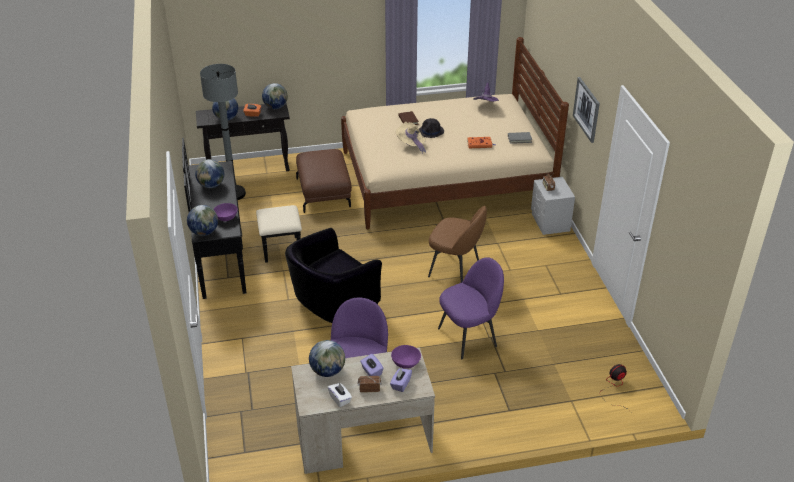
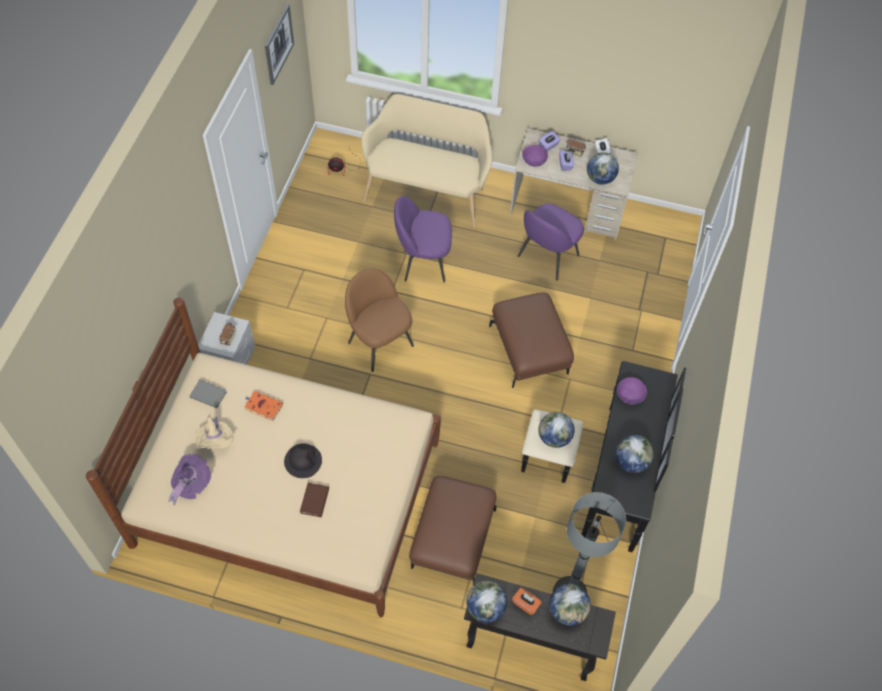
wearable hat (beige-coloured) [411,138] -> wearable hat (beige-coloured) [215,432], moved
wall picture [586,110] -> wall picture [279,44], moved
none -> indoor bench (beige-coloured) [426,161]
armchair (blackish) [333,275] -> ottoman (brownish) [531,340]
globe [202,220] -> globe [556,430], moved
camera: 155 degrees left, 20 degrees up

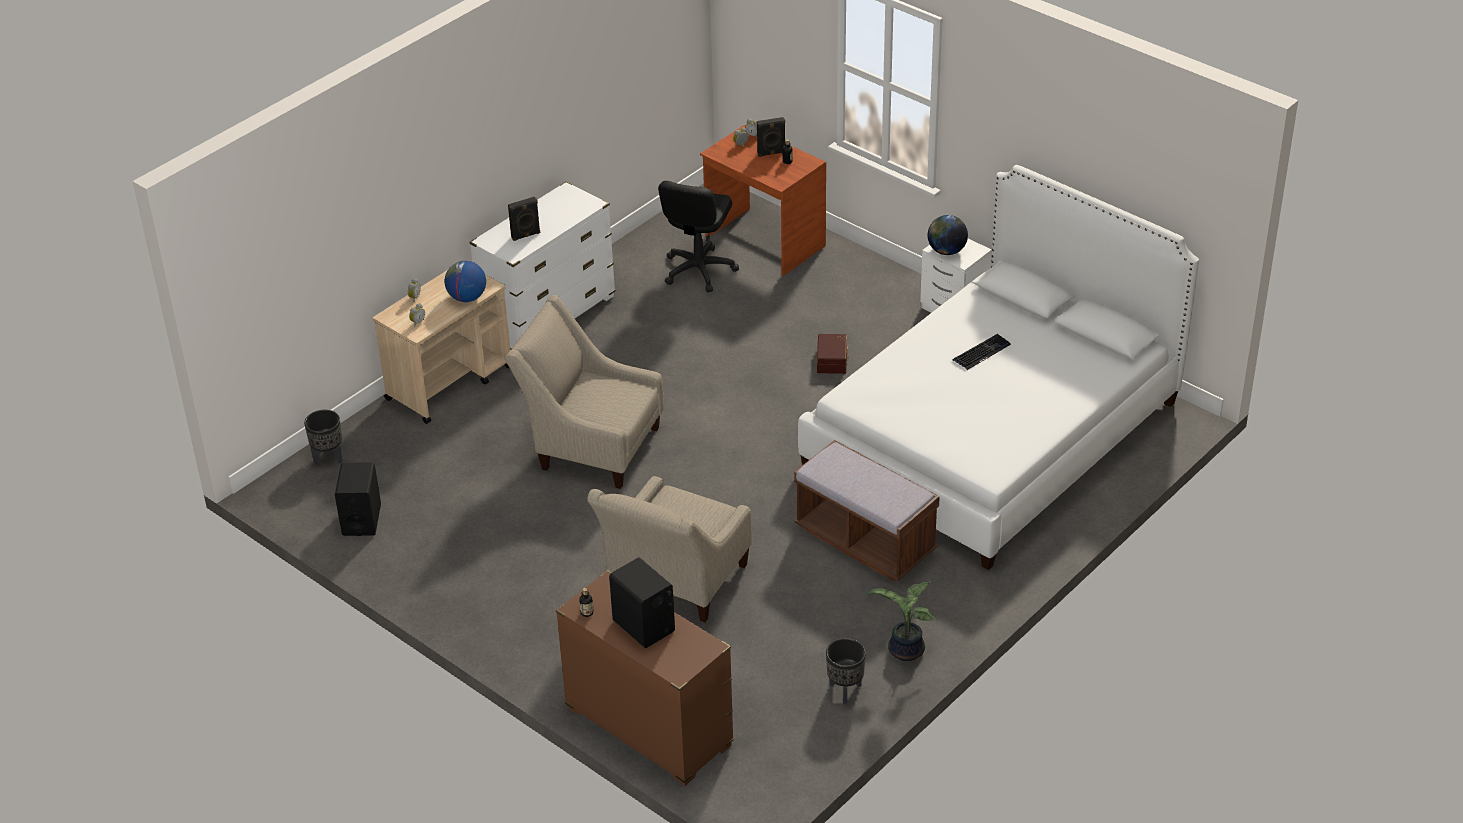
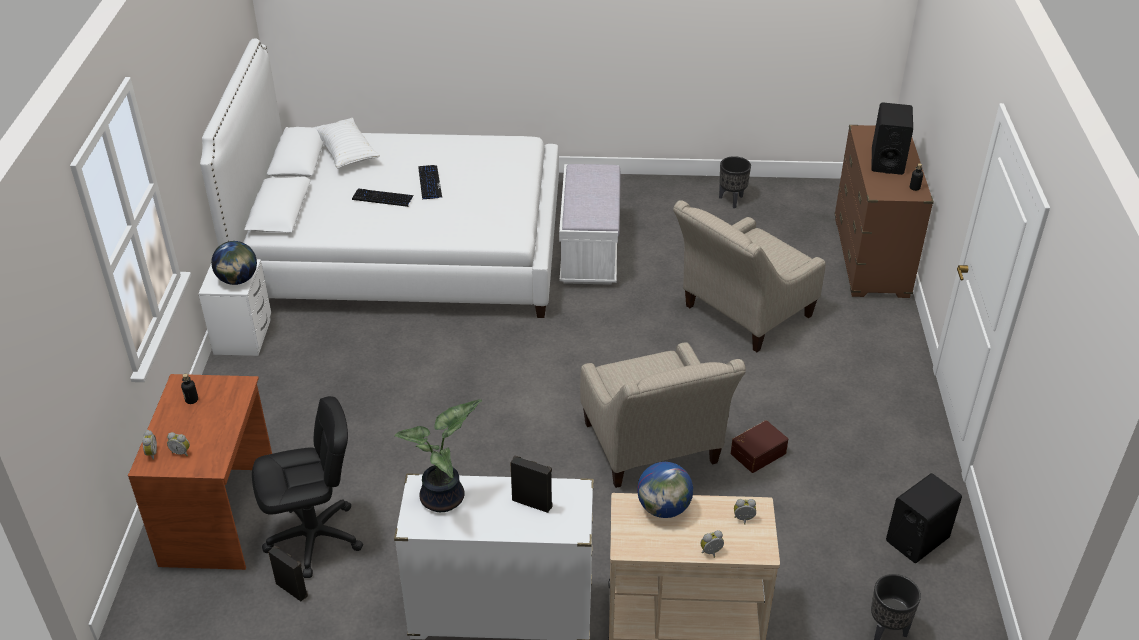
loudspeaker (blackish) [771,137] -> loudspeaker (blackish) [288,573], moved
none -> cushion (whitish) [346,143]
houseplant [902,621] -> houseplant [438,455], moved
none -> computer keyboard [430,182]
indoor bench (brownish) [867,510] -> indoor bench (whitish) [589,224]
armchair (beige-coloured) [669,549] -> armchair (beige-coloured) [749,276], 150 degrees clockwise
storage box (brownish) [833,354] -> storage box (brownish) [759,446], moved
camera: 130 degrees left, 0 degrees up

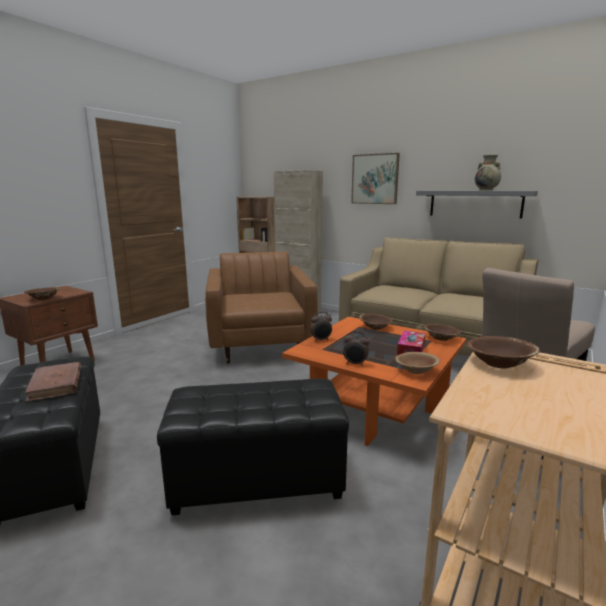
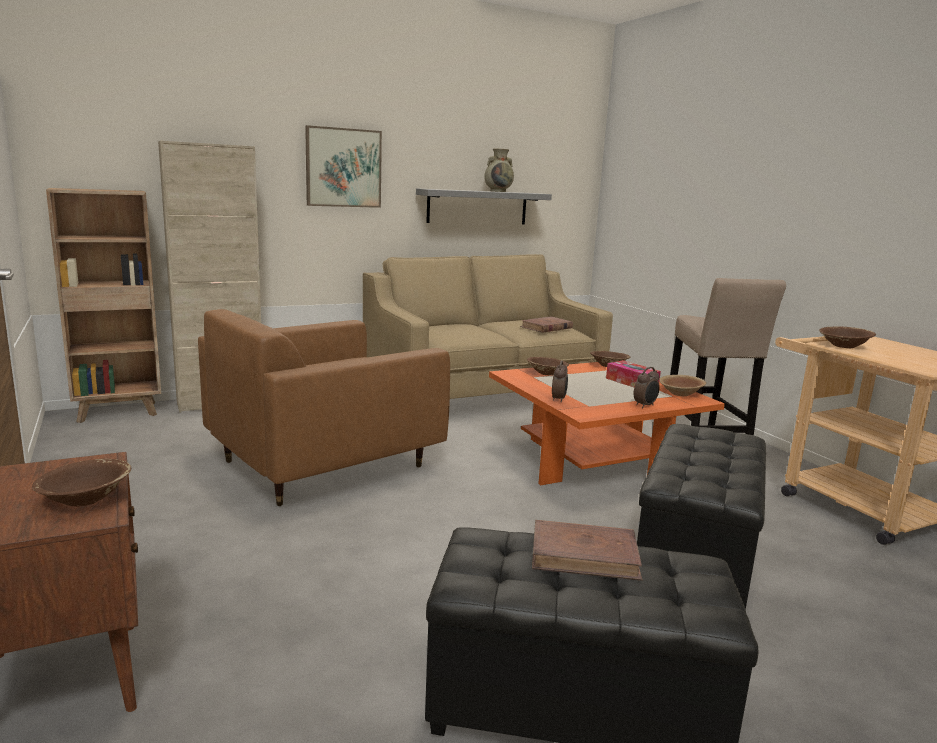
armchair (brownish) [261,307] -> armchair (brownish) [324,407], 60 degrees counterclockwise
none -> volume (brownish) [546,324]
camera: 60 degrees left, 0 degrees up

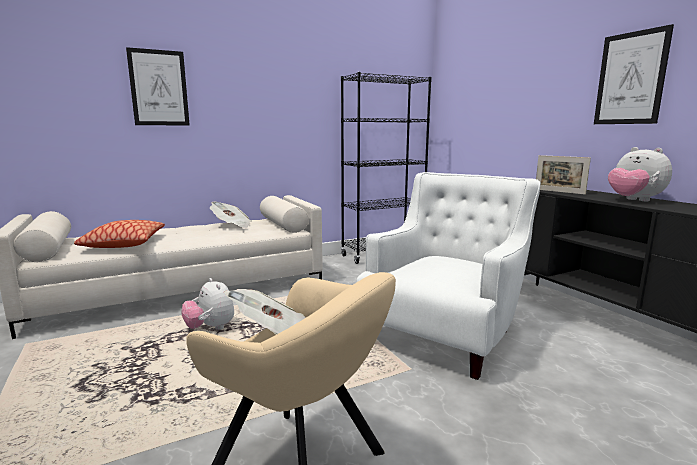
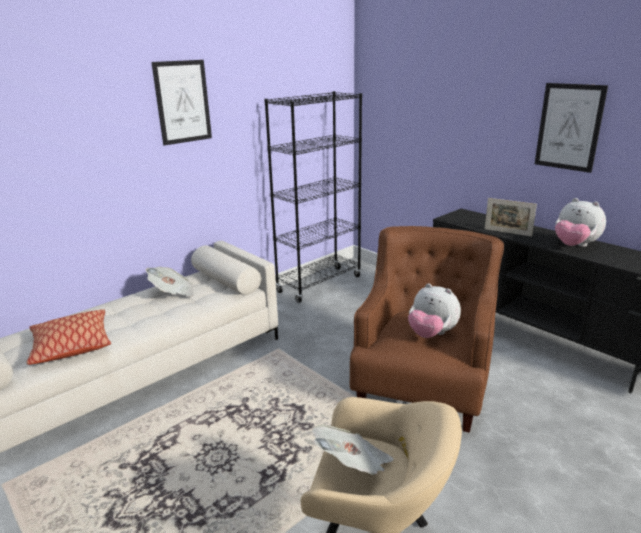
wall picture [158,86] -> wall picture [181,102], moved
armchair (whitish) [448,276] -> armchair (brownish) [427,329]
soft toy [208,304] -> soft toy [434,310], moved
camera: 15 degrees left, 10 degrees up

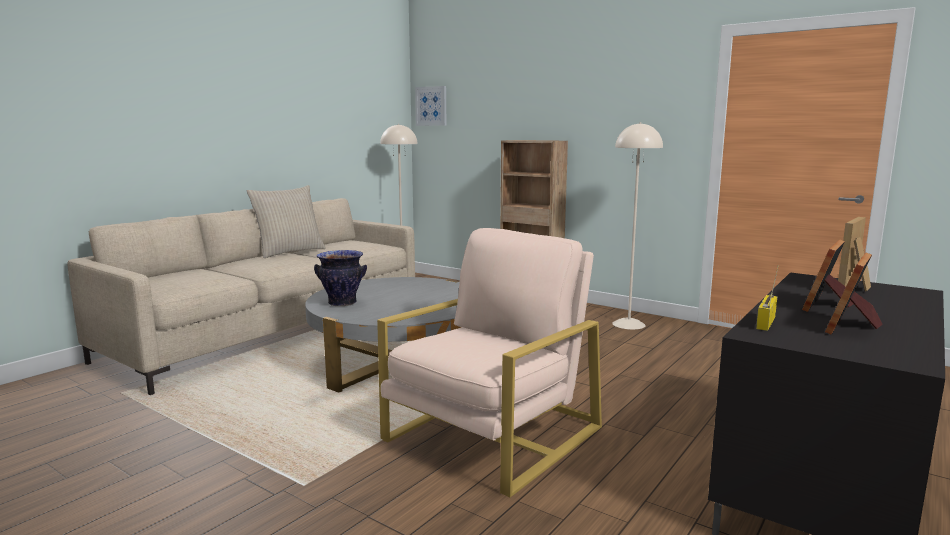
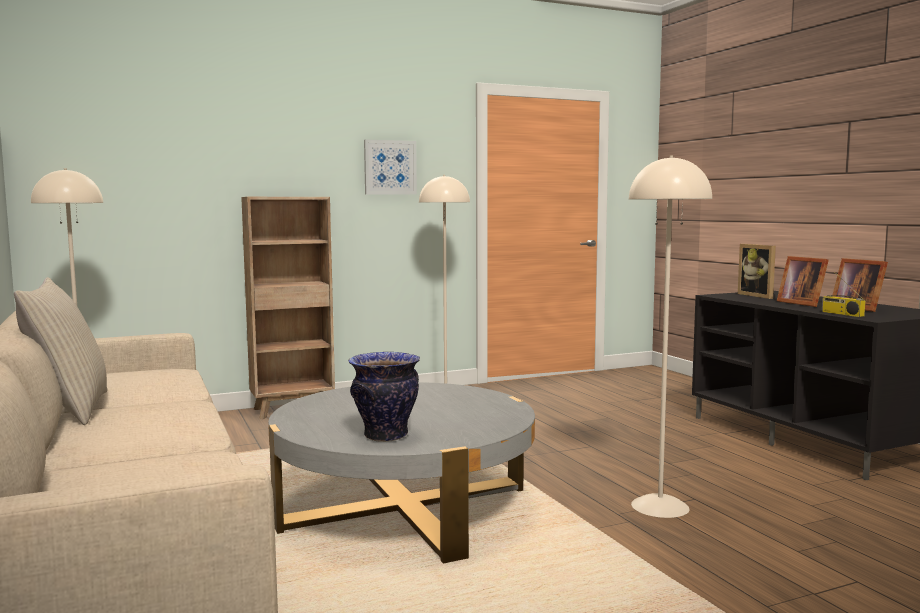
wall picture [430,106] -> wall picture [390,167], moved
armchair (beige-coloured) [489,362] -> floor lamp (beige-coloured) [670,336]
camera: 60 degrees left, 5 degrees down

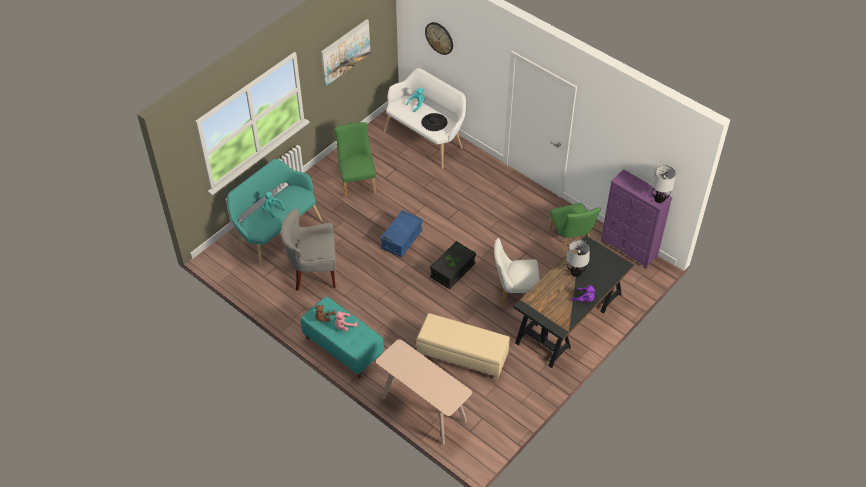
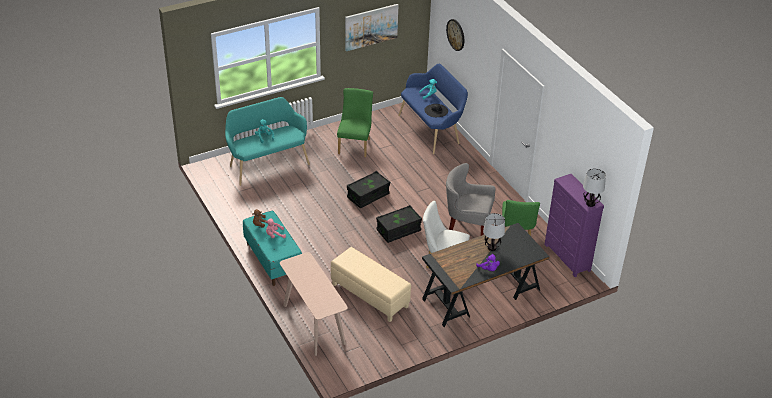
storage box (bluish) [401,233] -> storage box (blackish) [368,189]
indoor bench (whitish) [425,118] -> indoor bench (bluish) [433,109]
armchair (gray) [309,249] -> armchair (gray) [471,199], moved
camera: 20 degrees right, 10 degrees down

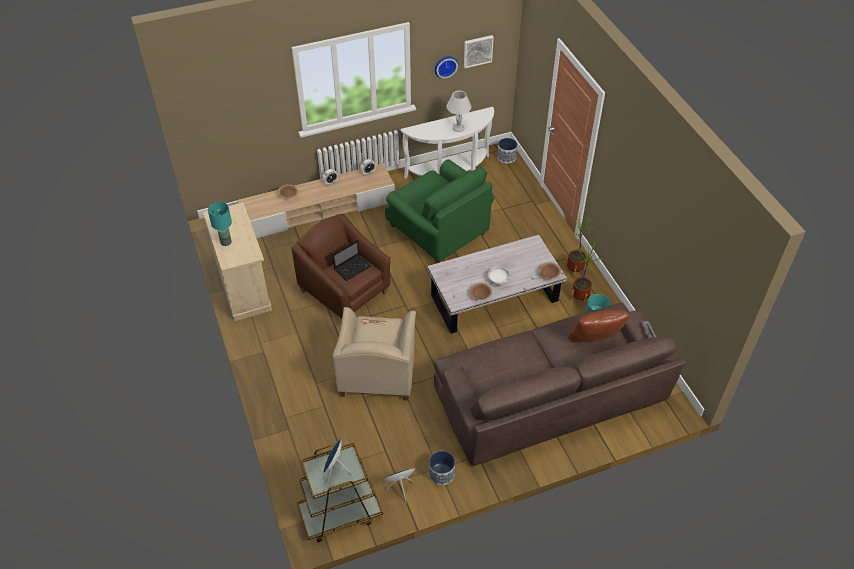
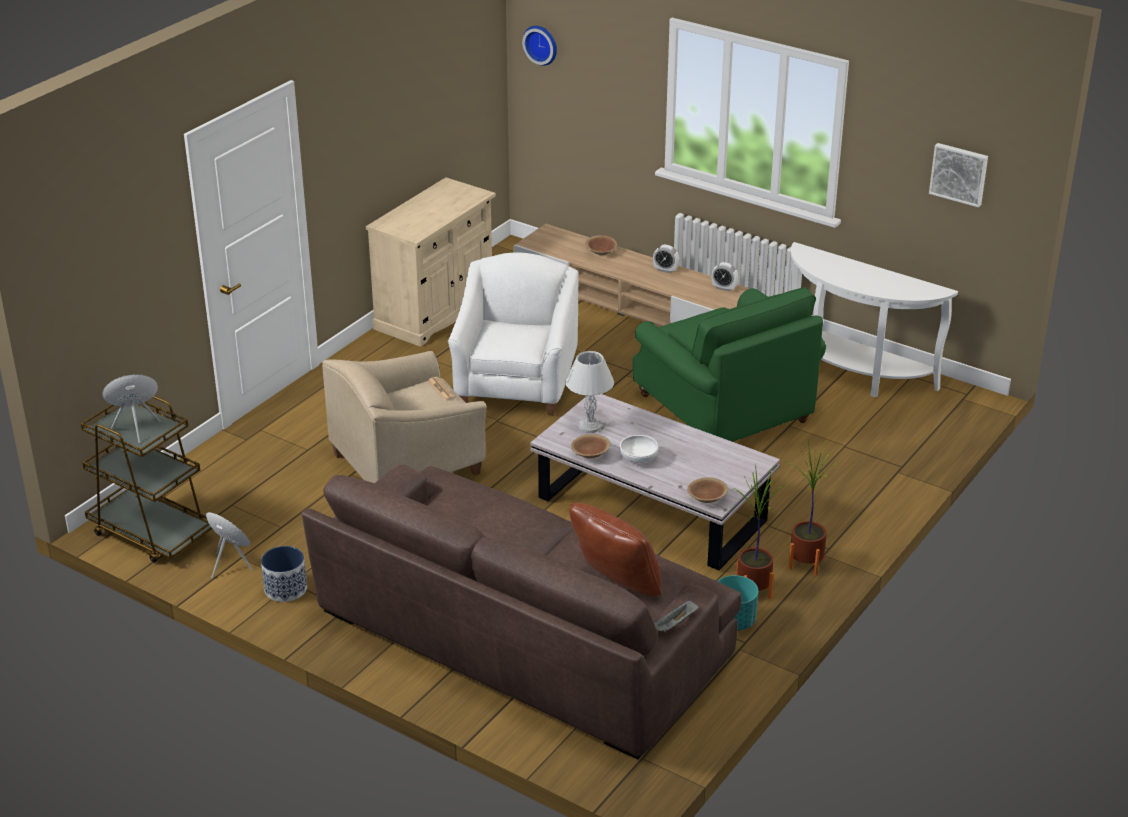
armchair (brownish) [341,265] -> armchair (whitish) [513,334]
hanging clock [446,67] -> hanging clock [539,46], moved
lamp for a table (whitish) [459,111] -> lamp for a table (whitish) [589,392], moved
armchair (greenish) [439,211] -> armchair (greenish) [729,364], 45 degrees counterclockwise
lamp for a table (turquoise) [220,224] -> none
laptop [352,260] -> none
flower pot [507,150] -> none
camera: 55 degrees right, 15 degrees down

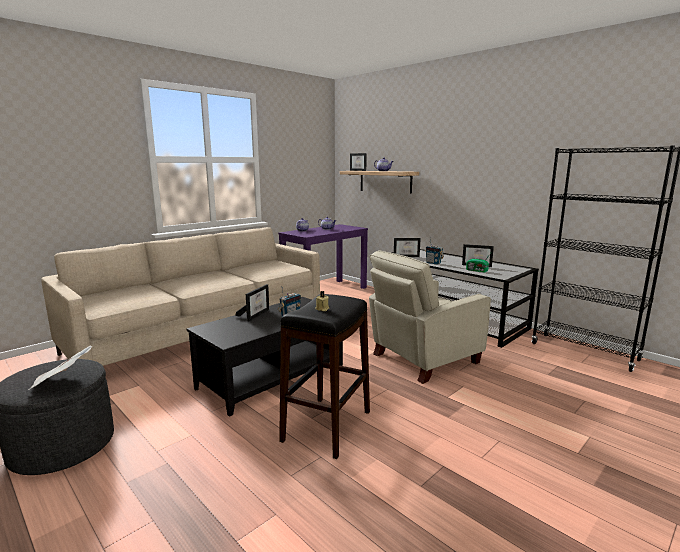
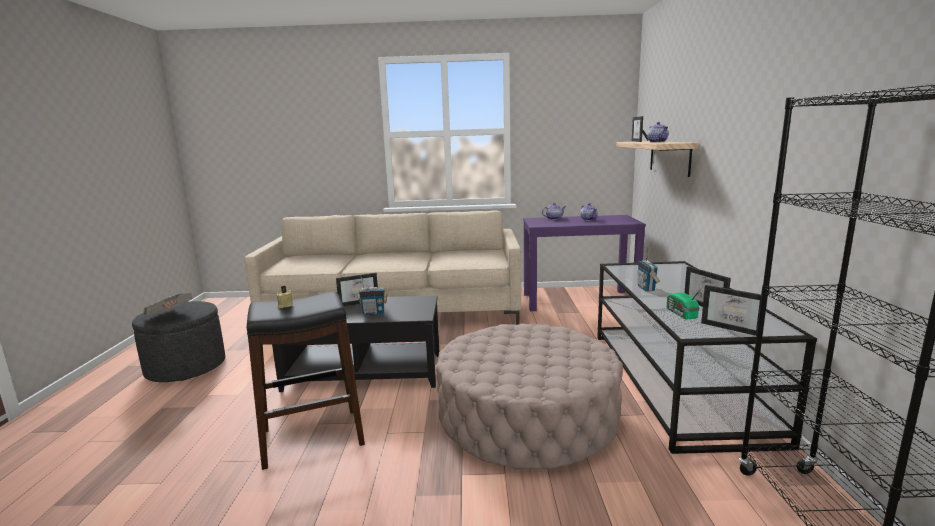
armchair (beige-coloured) [430,317] -> ottoman (beige-coloured) [529,396]
photo frame [407,247] -> photo frame [731,310], moved
camera: 45 degrees right, 0 degrees up

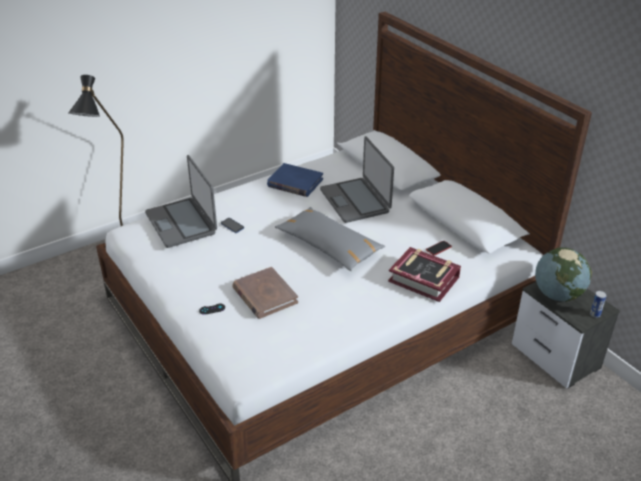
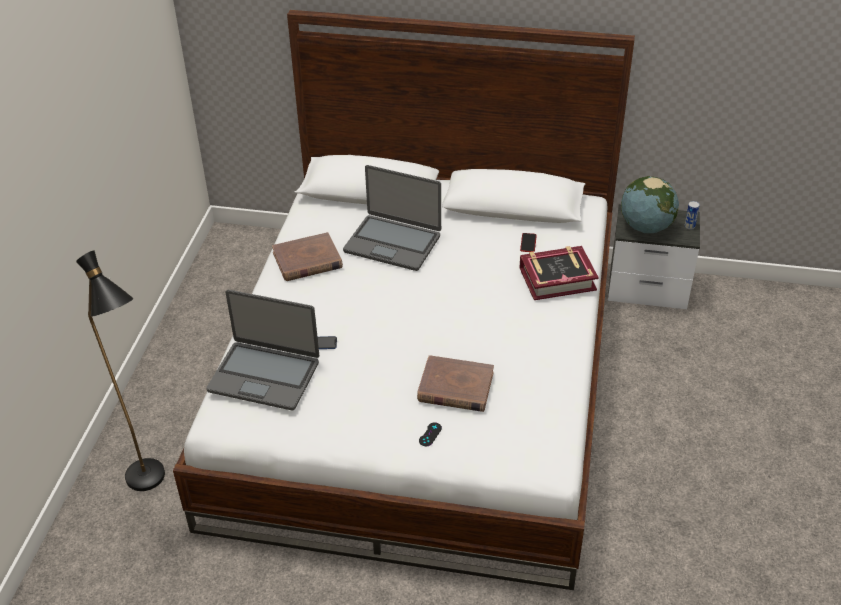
volume (bluish) [295,180] -> volume (brownish) [307,256]
cushion (gray) [330,239] -> none
camera: 45 degrees left, 5 degrees up

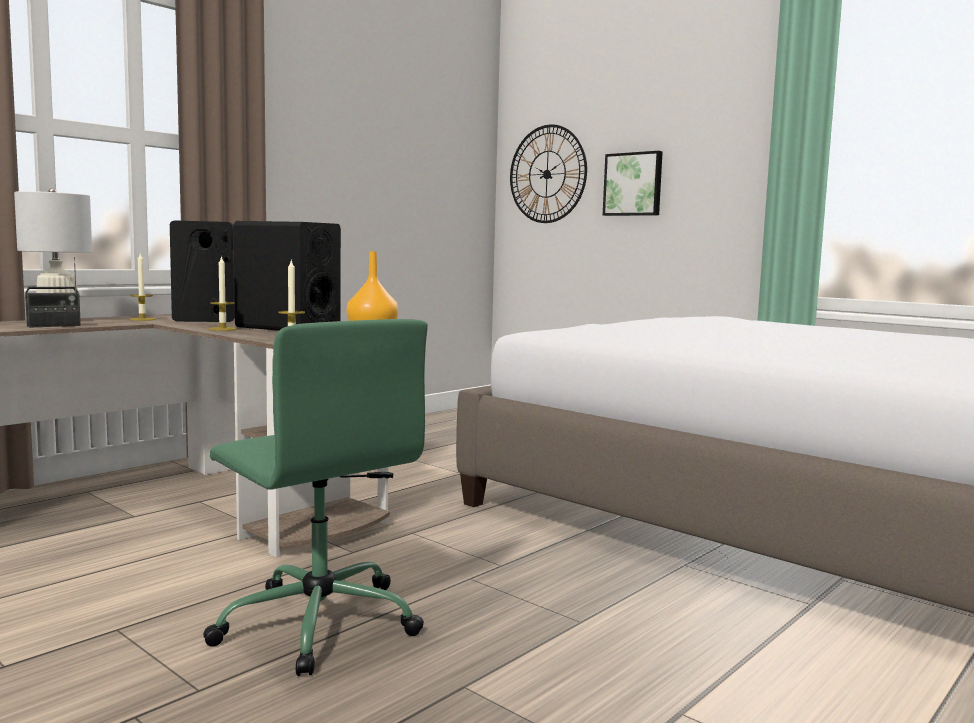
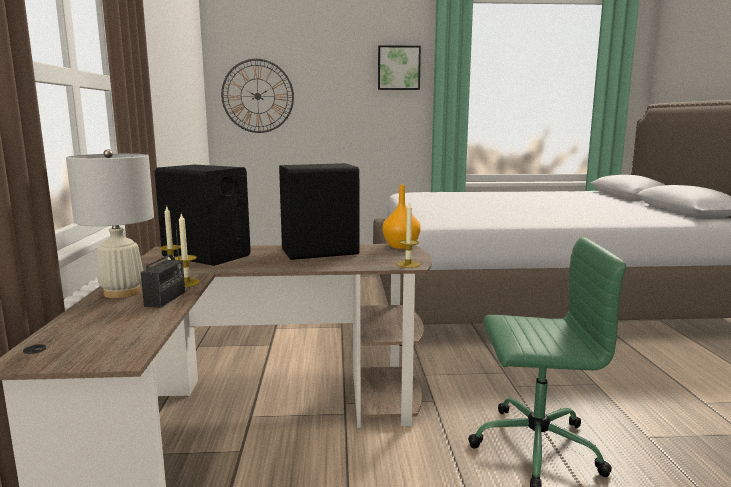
wax light [223,293] -> wax light [187,250], moved
wall picture [633,183] -> wall picture [399,67], moved
camera: 45 degrees left, 5 degrees up

